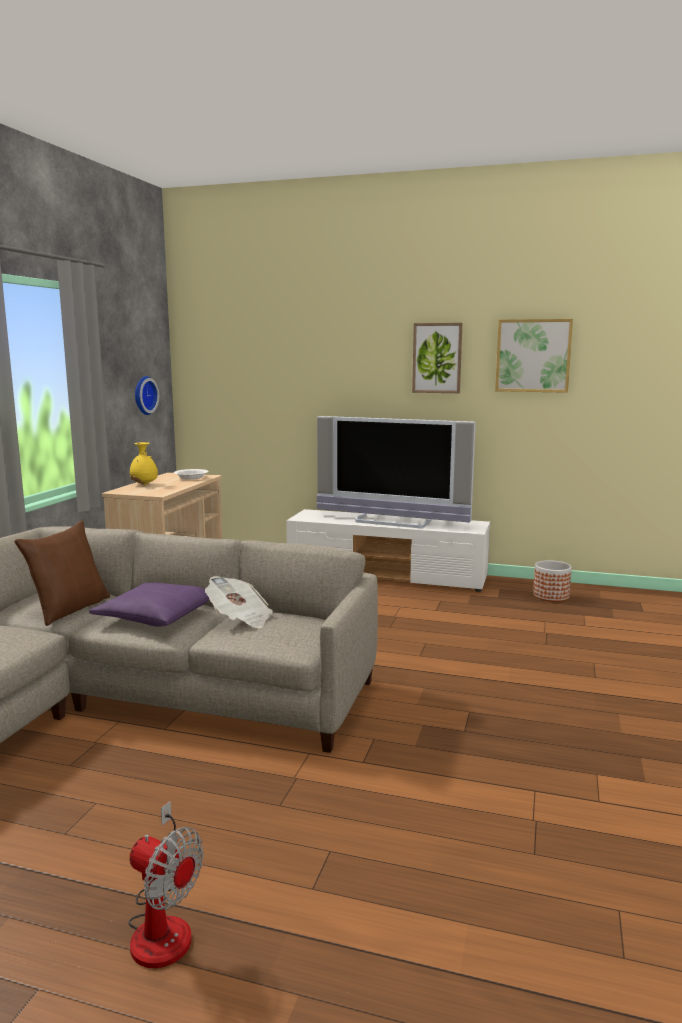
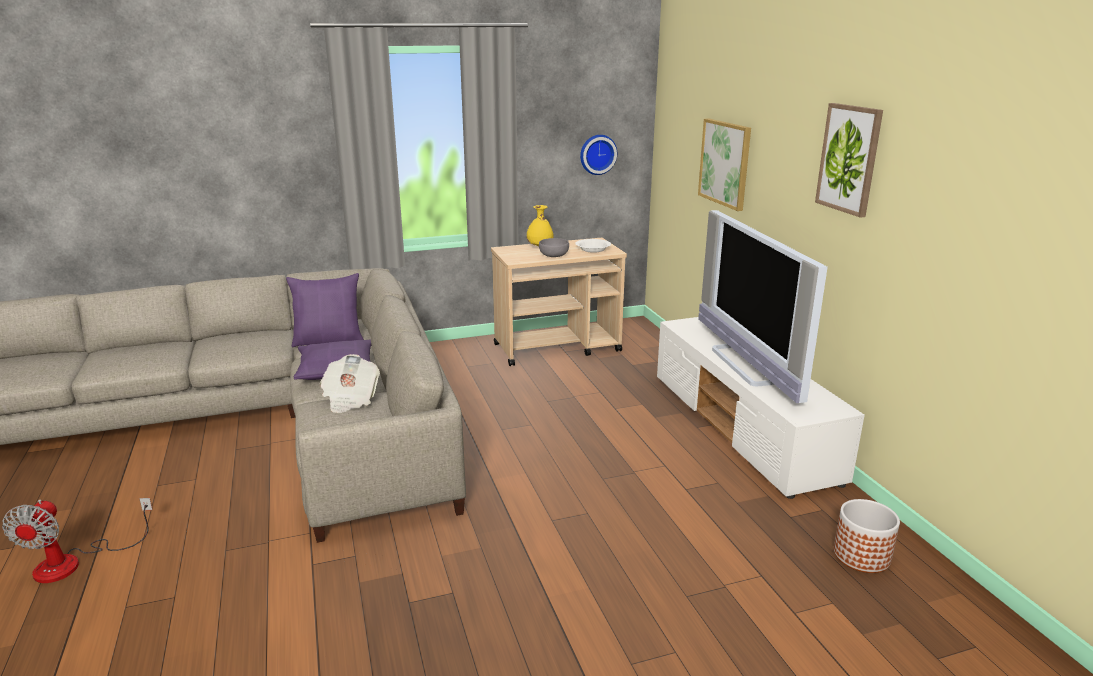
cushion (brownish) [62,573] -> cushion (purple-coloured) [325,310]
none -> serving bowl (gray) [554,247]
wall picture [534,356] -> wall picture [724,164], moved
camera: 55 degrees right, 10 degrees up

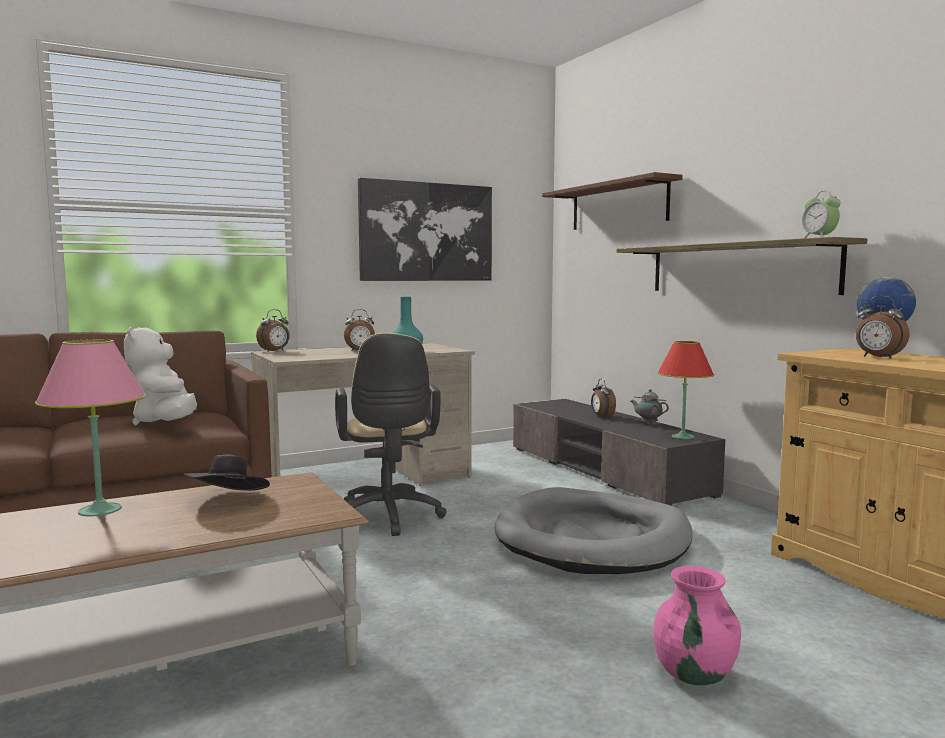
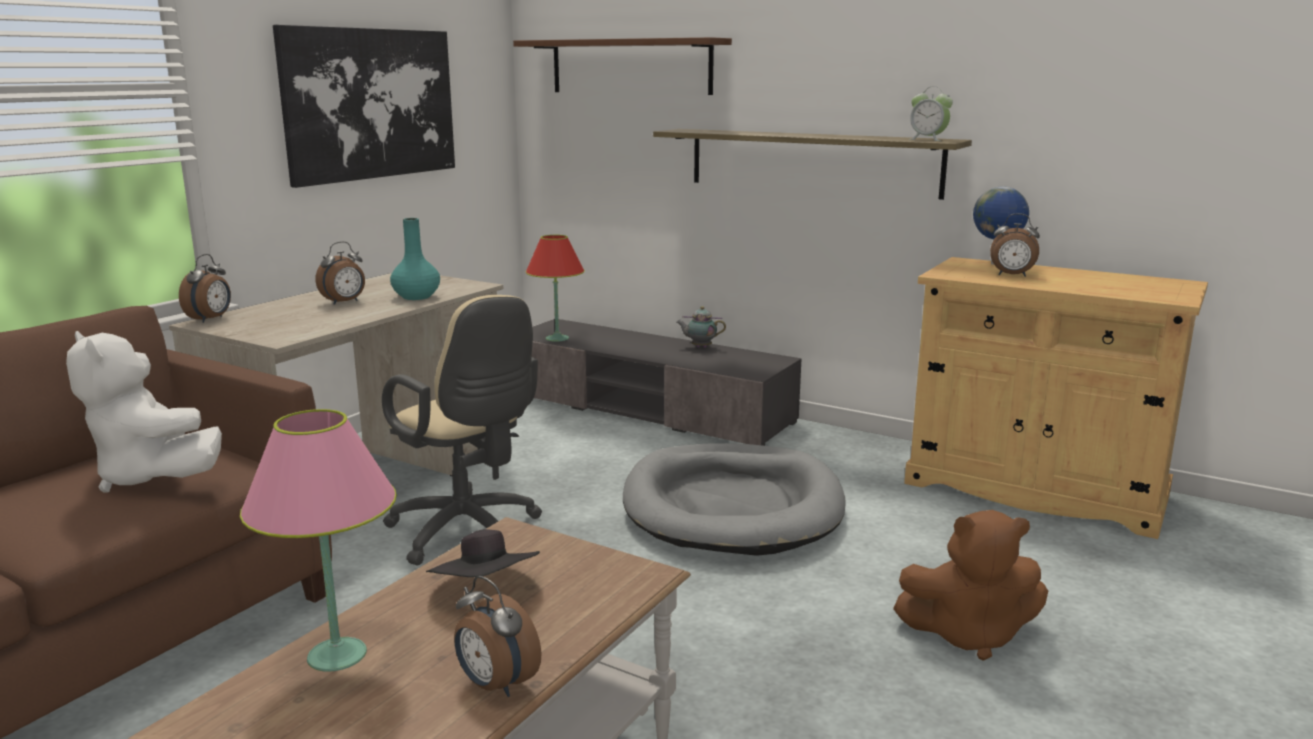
bedside clock [603,398] -> bedside clock [498,636], moved
lamp for a table (red) [686,390] -> lamp for a table (red) [555,288], moved
decorative vase (pink-coloured) [697,625] -> soft toy (brownish) [970,585]
camera: 30 degrees left, 10 degrees up

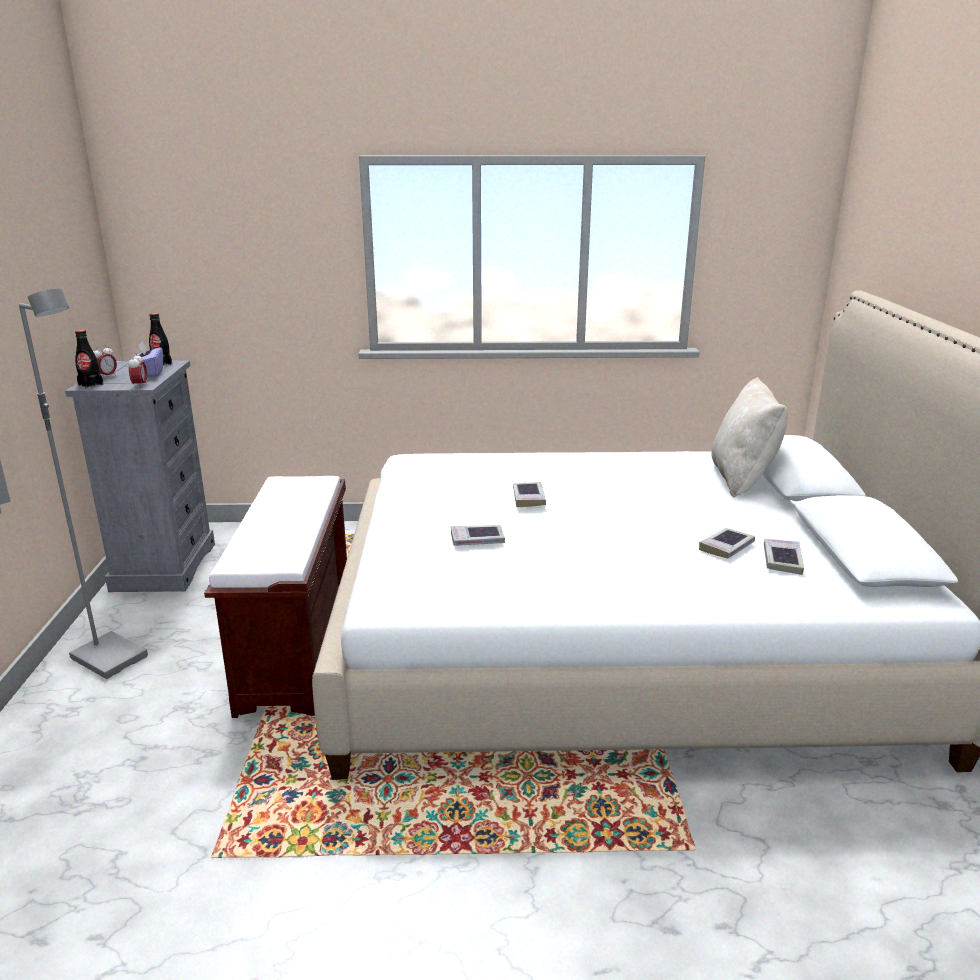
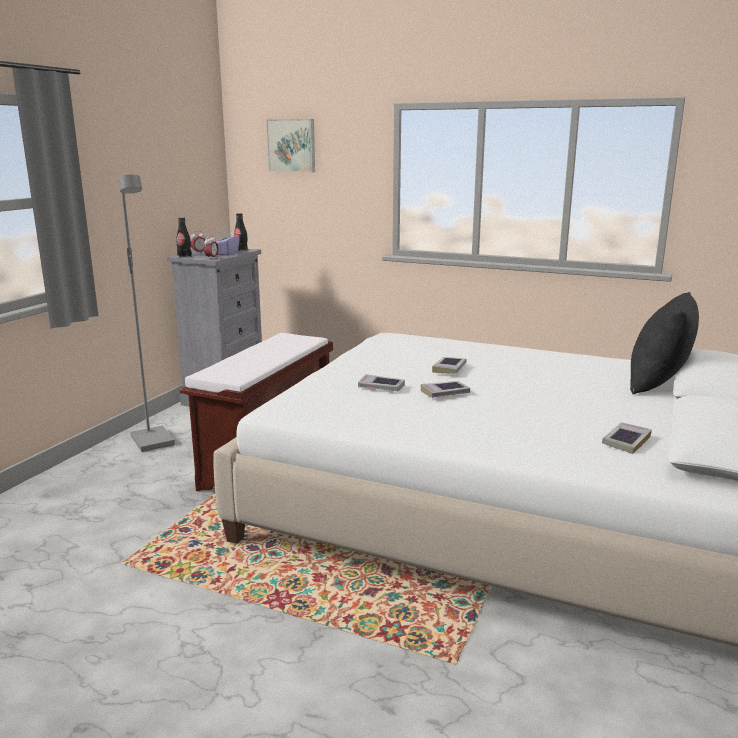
none -> wall picture [290,145]
volume [727,543] -> volume [445,389], moved
cushion (beige-coloured) [749,437] -> cushion (blackish) [664,343]
camera: 25 degrees right, 5 degrees down

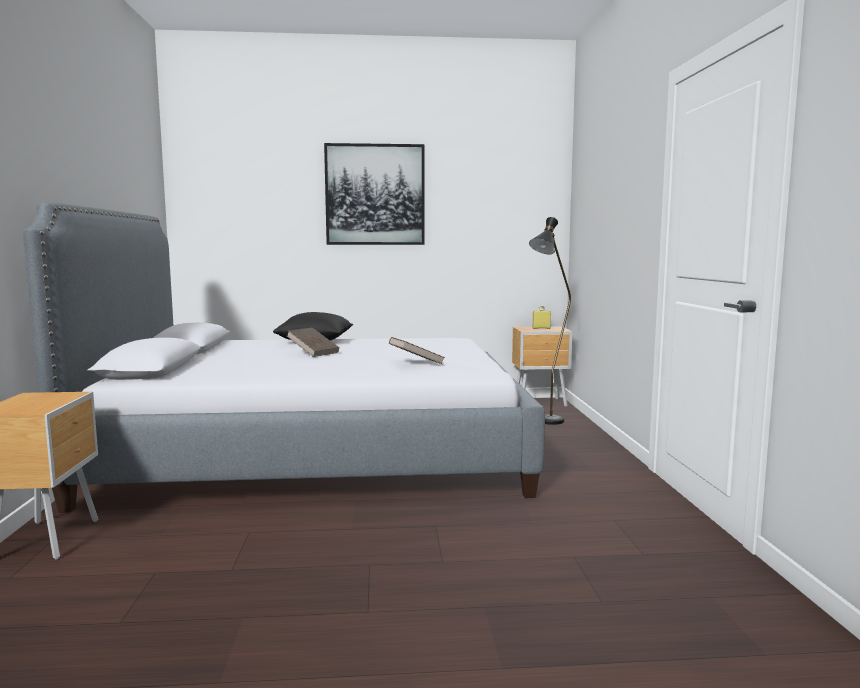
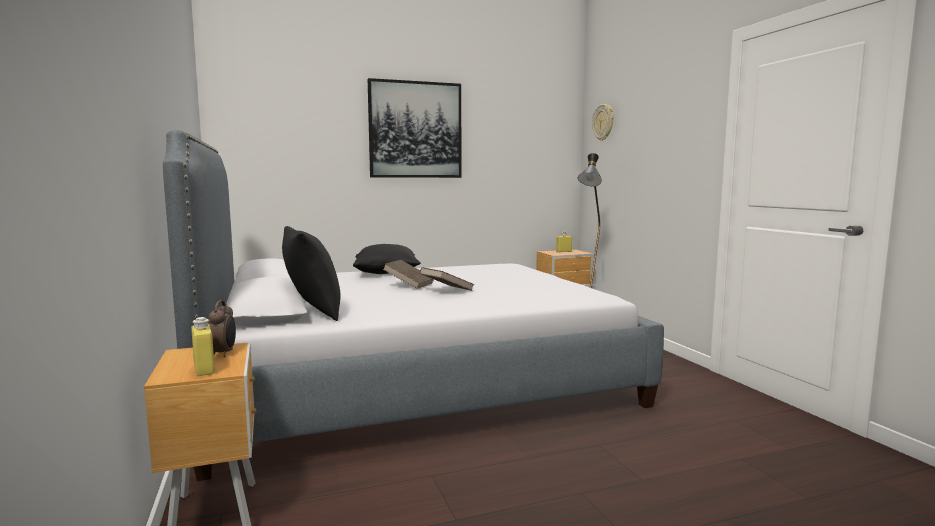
none -> bottle (yellow) [203,346]
none -> bedside clock [222,328]
none -> cushion (blackish) [311,273]
volume (brownish) [417,350] -> volume (brownish) [447,279], moved
none -> hanging clock [603,122]
camera: 15 degrees left, 0 degrees up

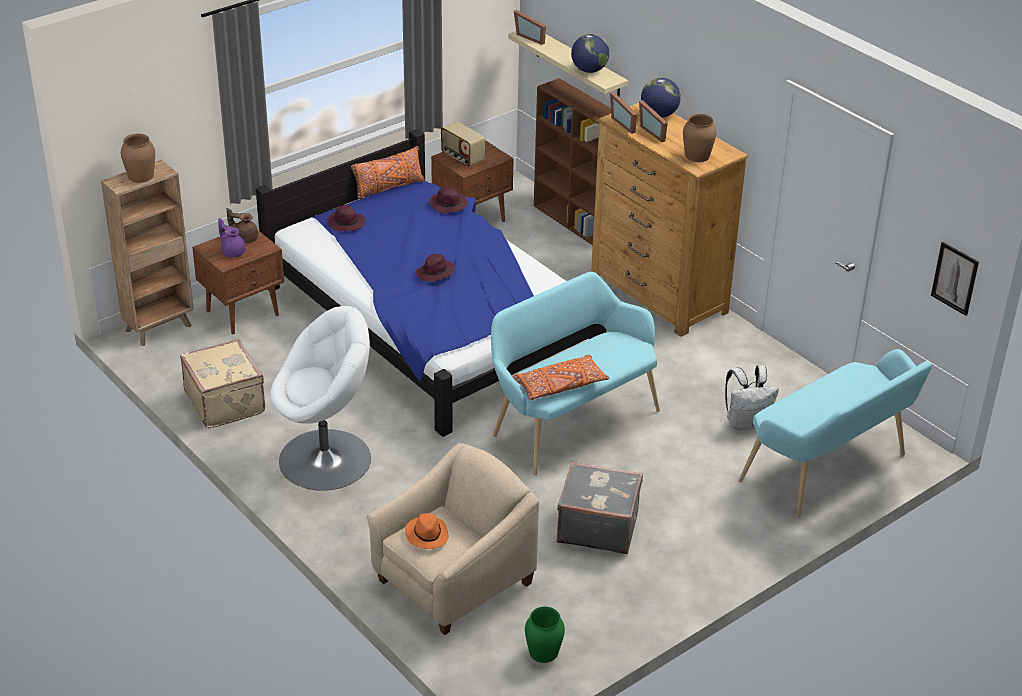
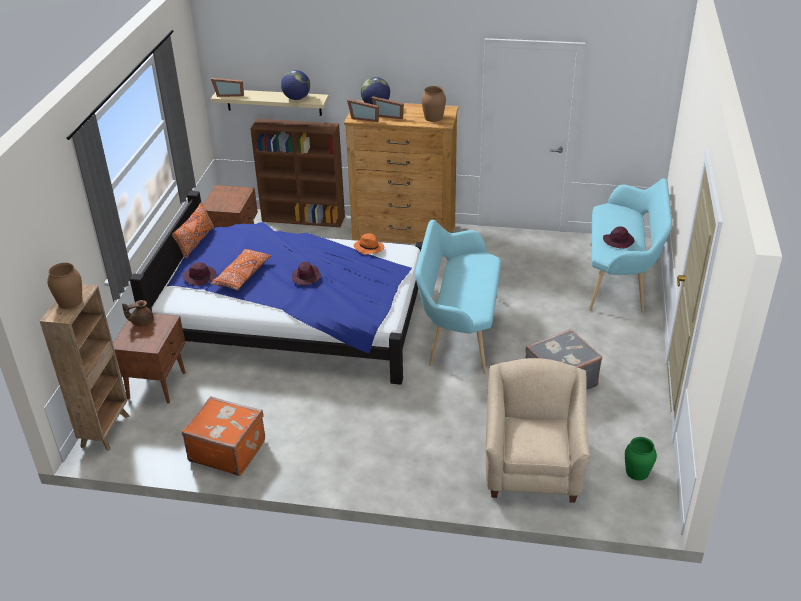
suitcase (beige-coloured) [222,384] -> suitcase (orange-coloured) [223,436]
cushion (orange-coloured) [561,377] -> cushion (orange-coloured) [241,269], moved
wearable hat (orange-coloured) [427,531] -> wearable hat (orange-coloured) [369,244], moved
wearable hat (purple-coloured) [448,200] -> wearable hat (purple-coloured) [619,237], moved
pot for tea (purple-coloured) [232,237] -> none
armchair (whitish) [321,398] -> none
radio receiver [463,144] -> none
backpack (whitish) [752,397] -> none
wall picture [955,279] -> none
camera: 40 degrees left, 0 degrees up

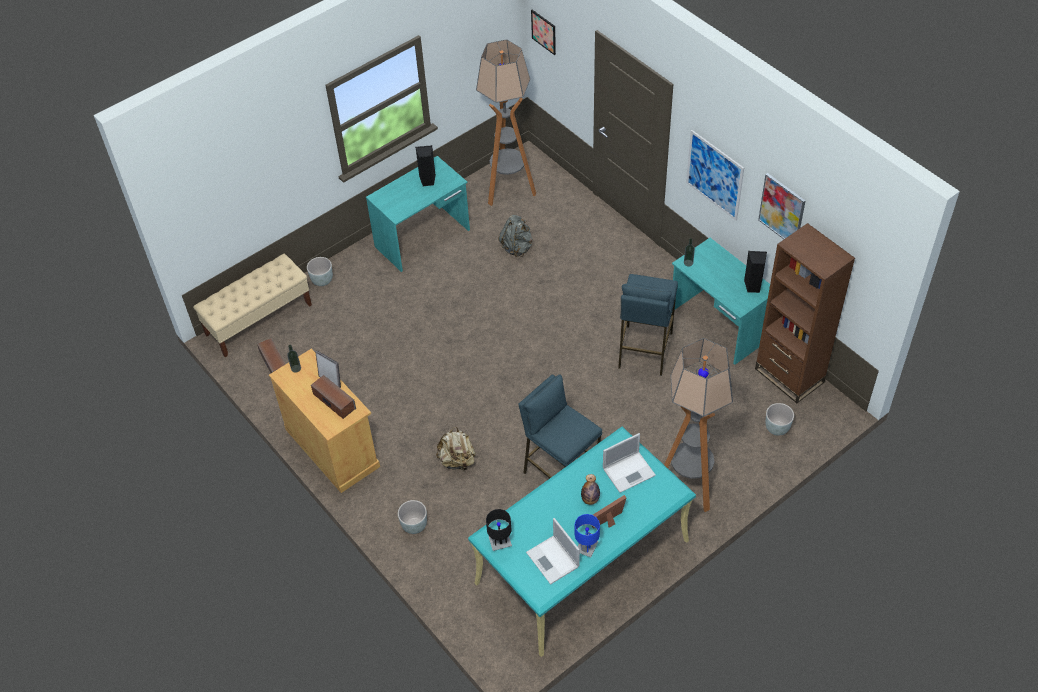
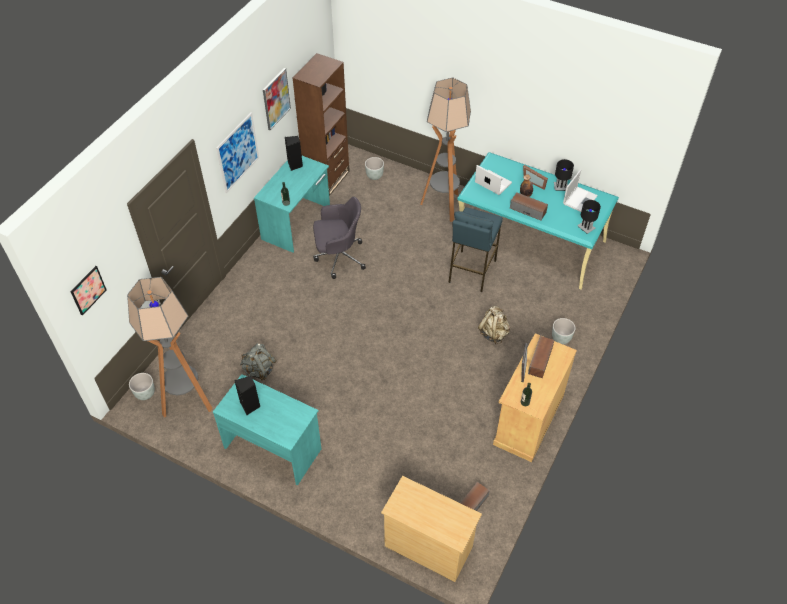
flower pot (gray) [320,271] -> flower pot (gray) [142,386], moved
stool seat (bluish) [648,325] -> desk chair (gray) [339,238]
indoor bench (beige-coloured) [252,305] -> chest of drawers (beige-coloured) [431,529]
none -> loudspeaker [529,206]
lamp for a table (bluish) [587,535] -> lamp for a table (blackish) [564,175]
camera: 115 degrees left, 0 degrees up

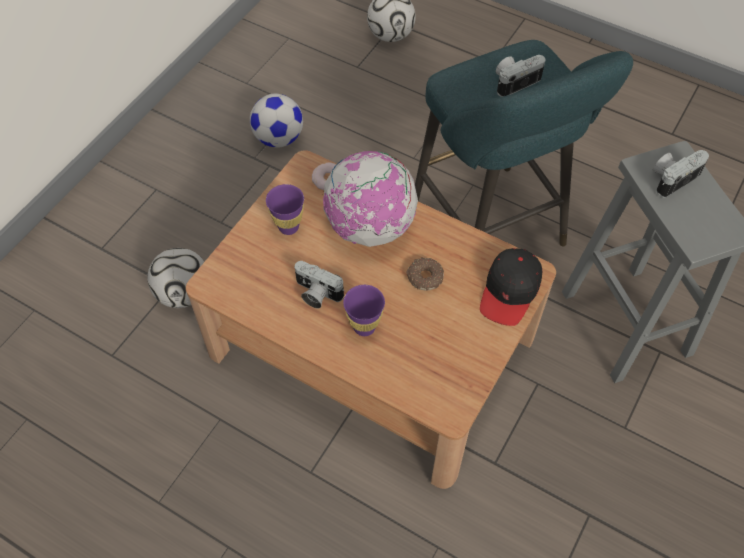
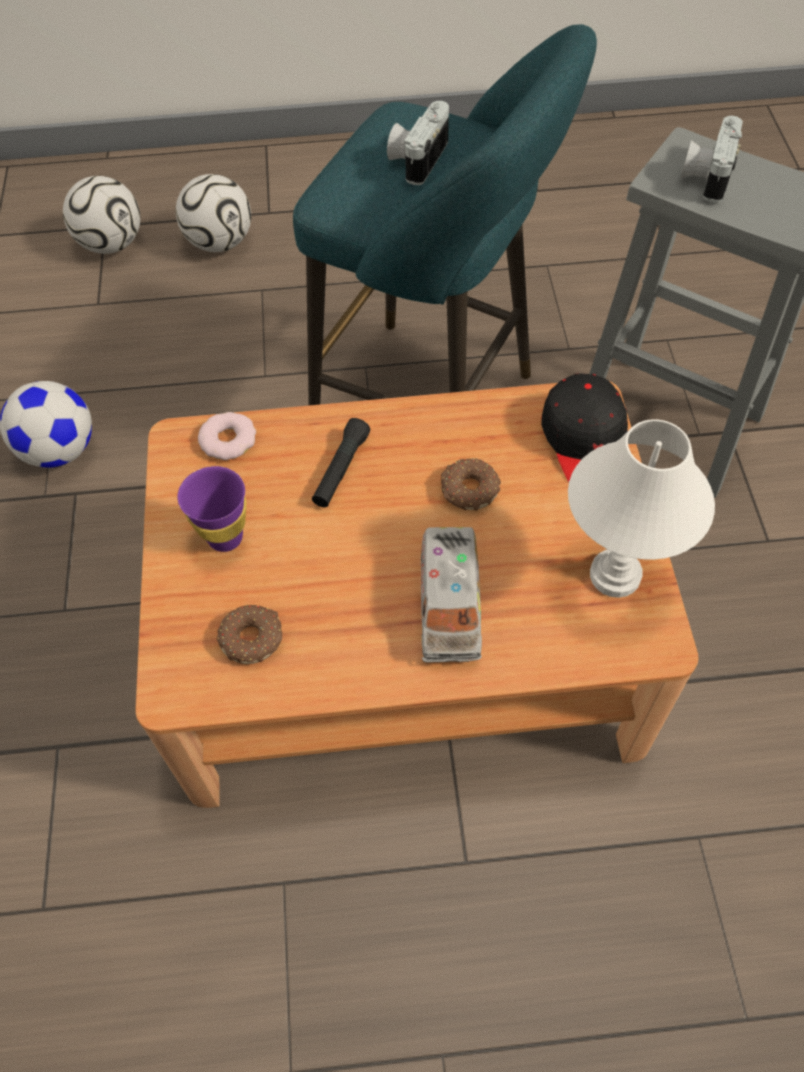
football [175,278] -> football [213,213], moved
none -> donut [249,634]
globe [370,199] -> flashlight (blackish) [341,462]
cup (purple-coloured) [364,310] -> toy truck [451,595]
none -> lamp for a table (whitish) [641,508]
still camera [319,285] -> none
camera: 35 degrees left, 0 degrees up

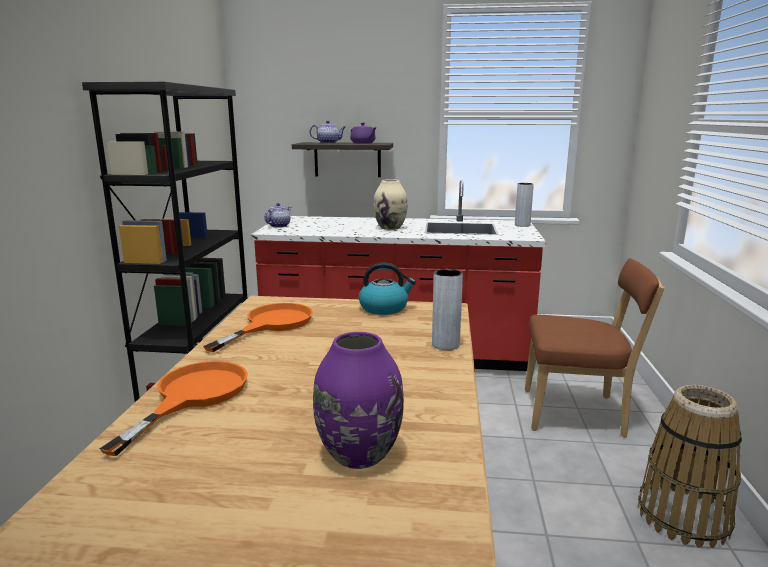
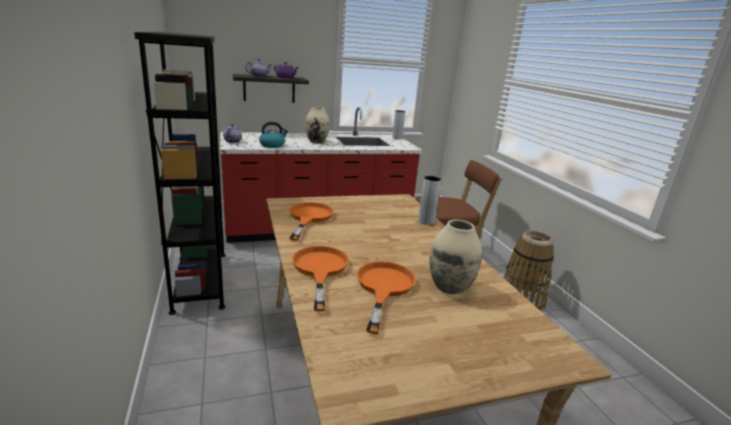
water kettle [387,288] -> water kettle [273,134], moved
none -> skillet (orange-coloured) [386,297]
decorative vase (purple-coloured) [358,400] -> decorative vase (beige-coloured) [455,257]
camera: 25 degrees left, 5 degrees up

